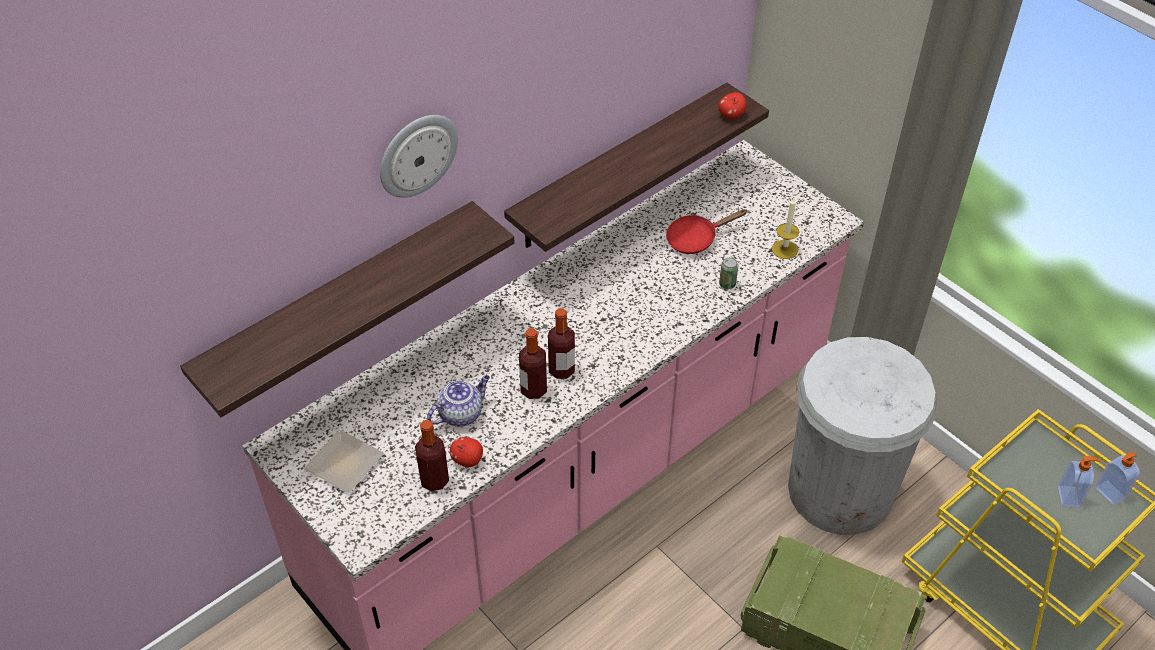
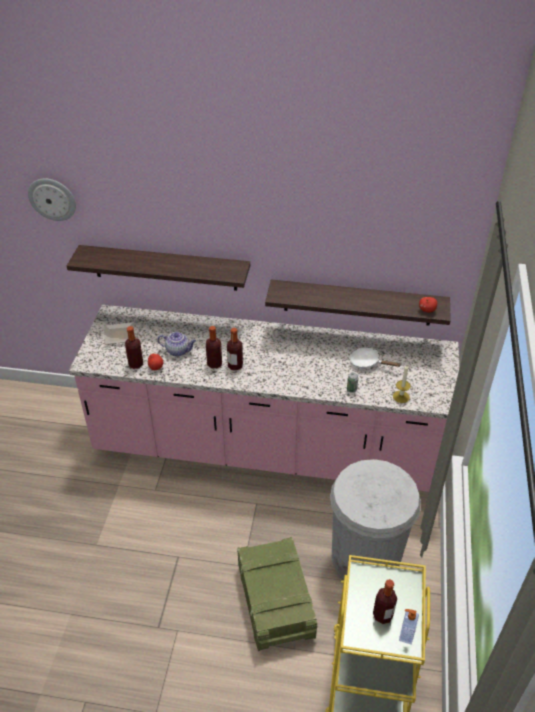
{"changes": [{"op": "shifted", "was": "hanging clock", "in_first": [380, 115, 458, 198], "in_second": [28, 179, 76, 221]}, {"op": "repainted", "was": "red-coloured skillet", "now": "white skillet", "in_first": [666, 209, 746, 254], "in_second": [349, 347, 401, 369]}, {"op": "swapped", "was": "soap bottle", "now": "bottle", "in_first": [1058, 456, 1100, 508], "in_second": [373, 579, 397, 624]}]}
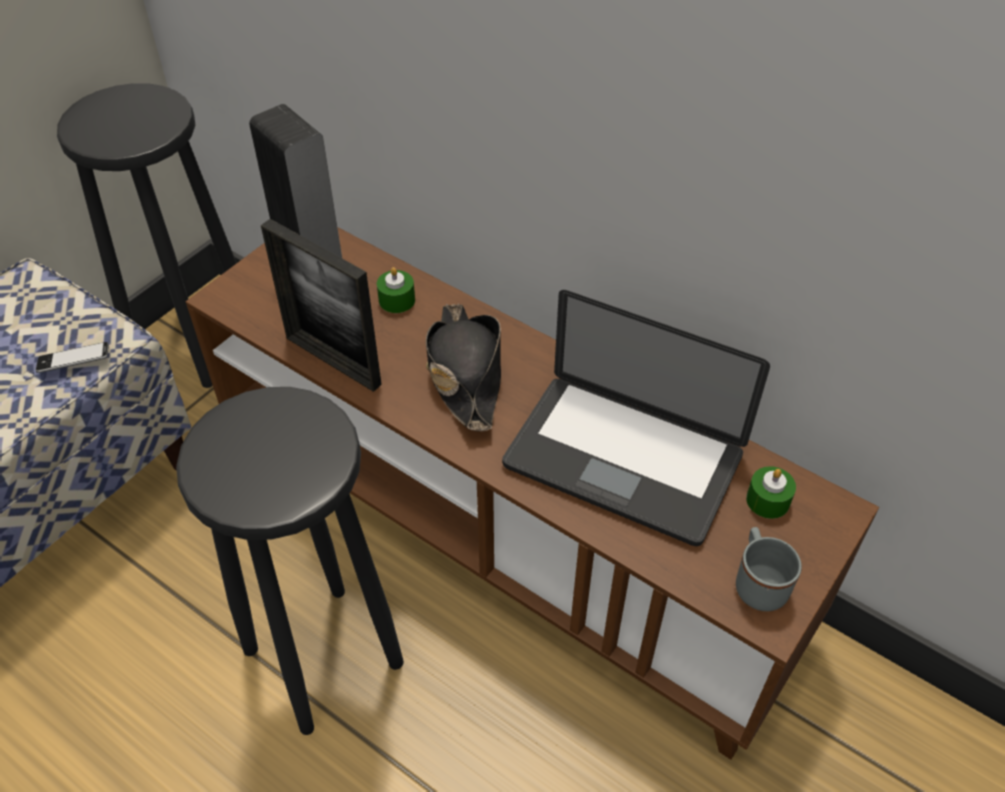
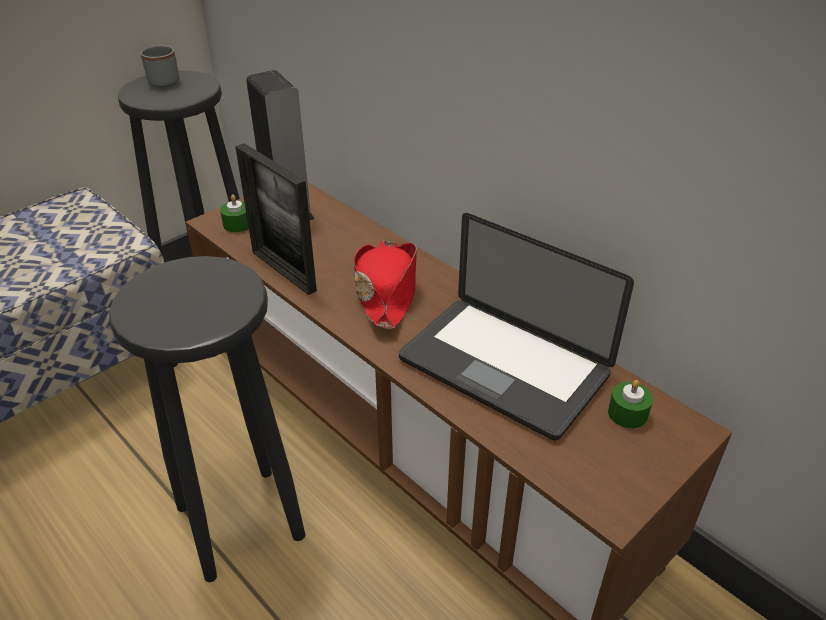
{"changes": [{"op": "shifted", "was": "greyish mug", "in_first": [736, 527, 802, 611], "in_second": [141, 46, 179, 88]}, {"op": "shifted", "was": "green wax candle", "in_first": [377, 267, 415, 313], "in_second": [220, 194, 249, 233]}, {"op": "repainted", "was": "blackish hat", "now": "red-coloured hat", "in_first": [426, 303, 501, 431], "in_second": [354, 240, 417, 329]}, {"op": "gone", "was": "phone", "in_first": [36, 342, 109, 373]}]}
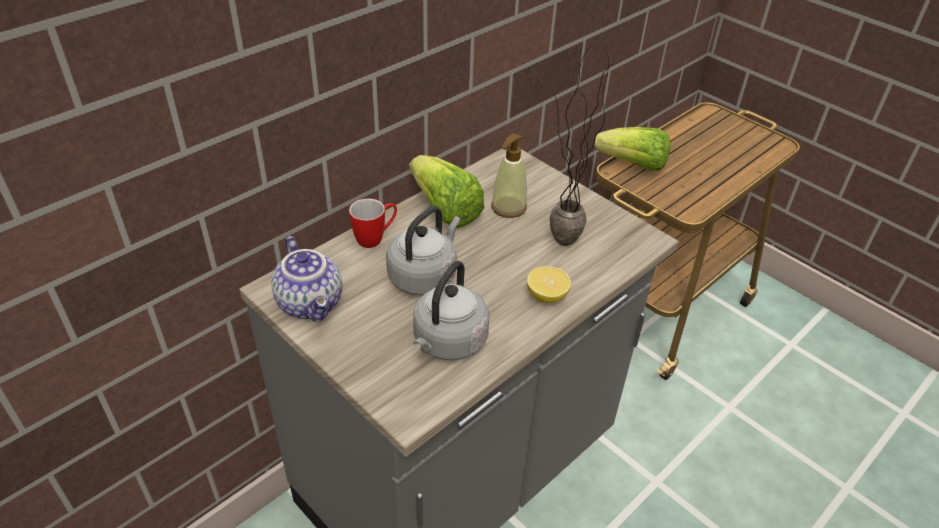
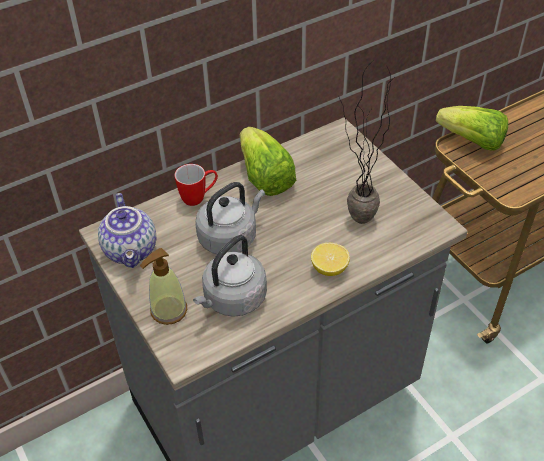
{"changes": [{"op": "shifted", "was": "soap bottle", "in_first": [491, 133, 527, 218], "in_second": [140, 248, 187, 325]}]}
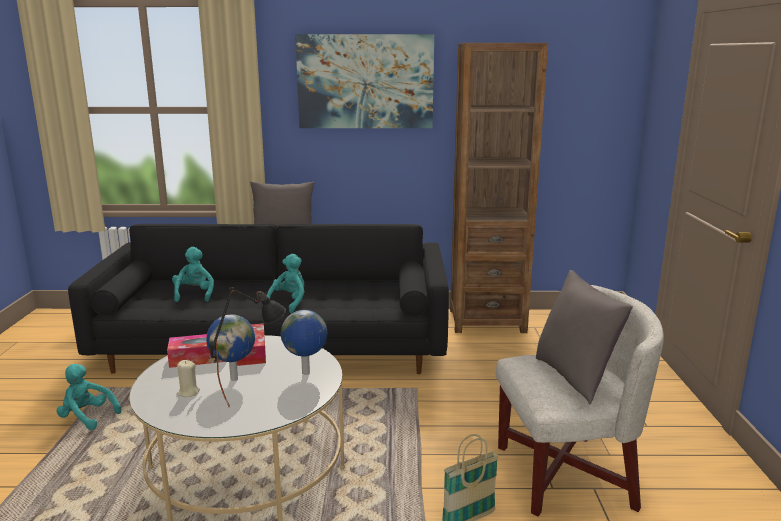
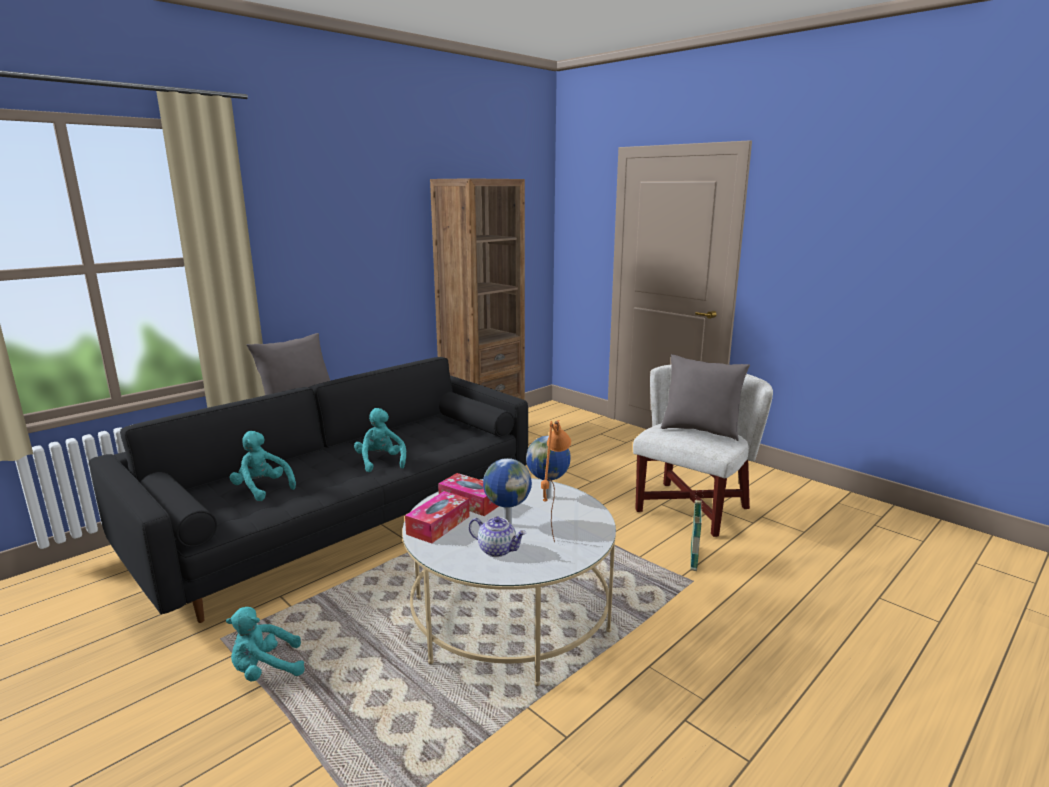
{"changes": [{"op": "swapped", "was": "beige-coloured wax candle", "now": "tea pot", "in_first": [176, 360, 200, 397], "in_second": [469, 516, 526, 557]}, {"op": "repainted", "was": "blackish tabletop lamp", "now": "orangey tabletop lamp", "in_first": [209, 287, 286, 407], "in_second": [541, 420, 571, 543]}, {"op": "gone", "was": "picture", "in_first": [295, 34, 434, 128]}]}
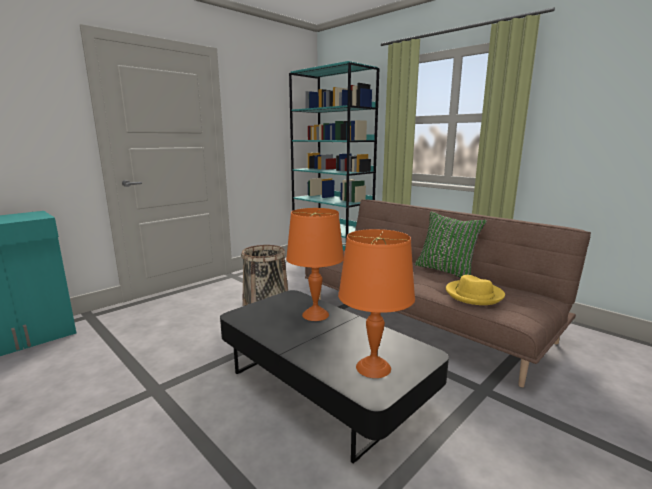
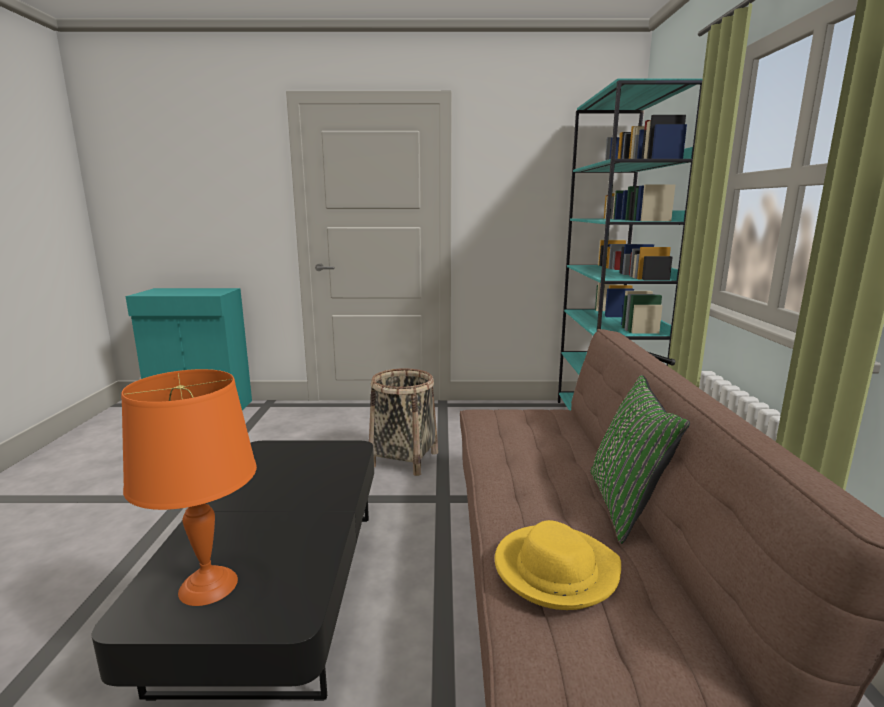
{"changes": [{"op": "gone", "was": "orangey tabletop lamp", "in_first": [286, 208, 344, 321]}]}
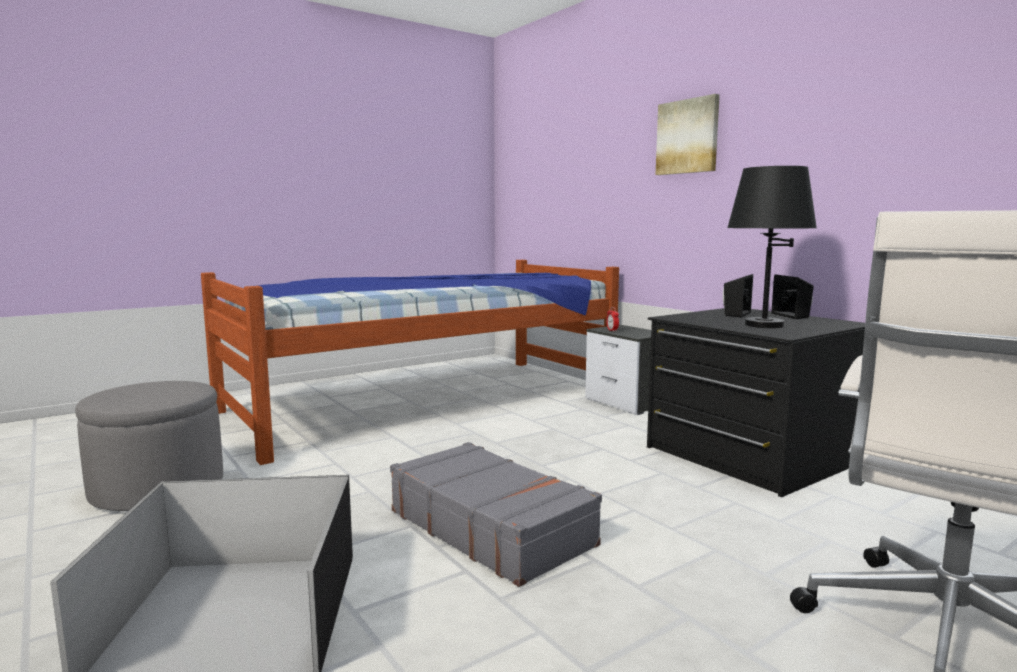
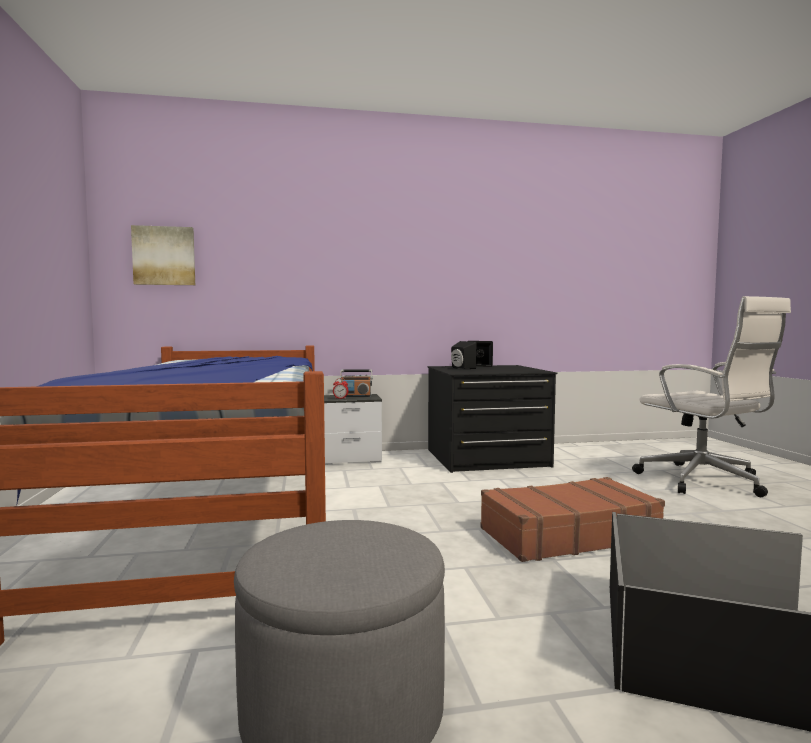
{"changes": [{"op": "shifted", "was": "picture", "in_first": [655, 94, 720, 175], "in_second": [131, 225, 195, 285]}, {"op": "new", "now": "radio receiver", "in_second": [340, 369, 372, 397]}, {"op": "repainted", "was": "greyish piece of luggage", "now": "brown piece of luggage", "in_first": [390, 442, 602, 587], "in_second": [481, 477, 665, 562]}, {"op": "gone", "was": "blackish tabletop lamp", "in_first": [727, 166, 817, 328]}]}
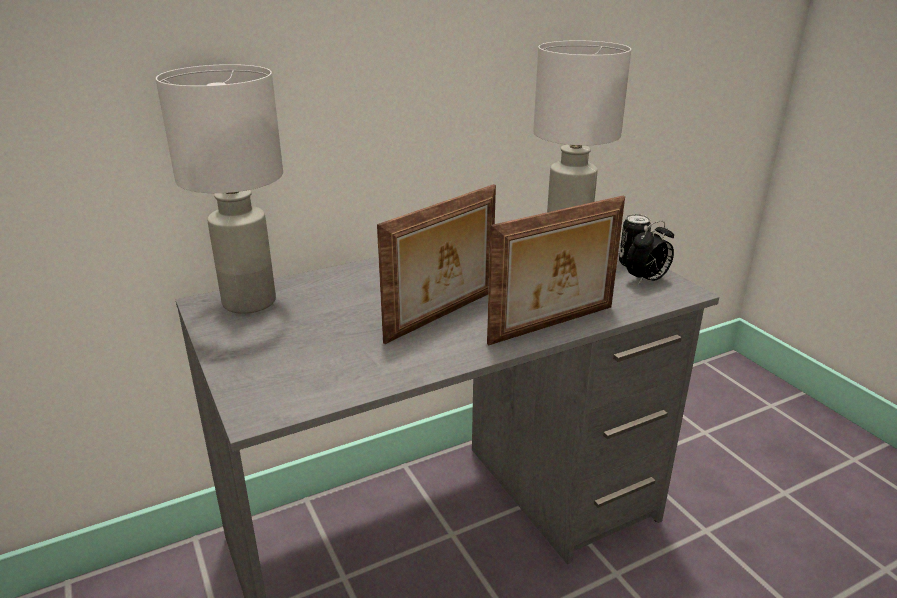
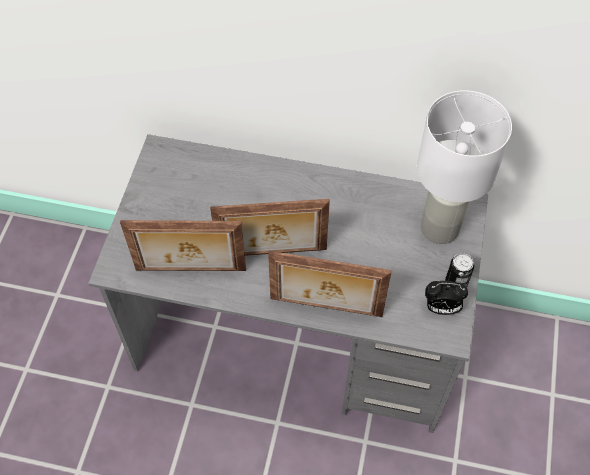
{"changes": [{"op": "new", "now": "standing frame", "in_second": [120, 220, 246, 271]}, {"op": "gone", "was": "white tabletop lamp", "in_first": [156, 64, 283, 314]}]}
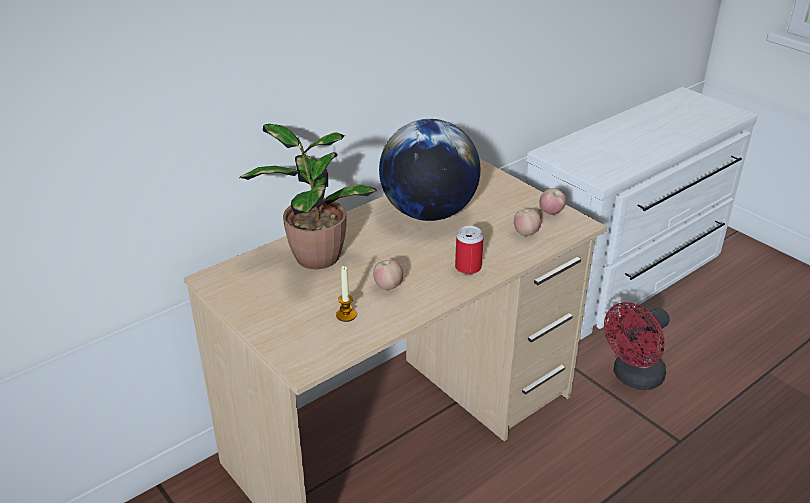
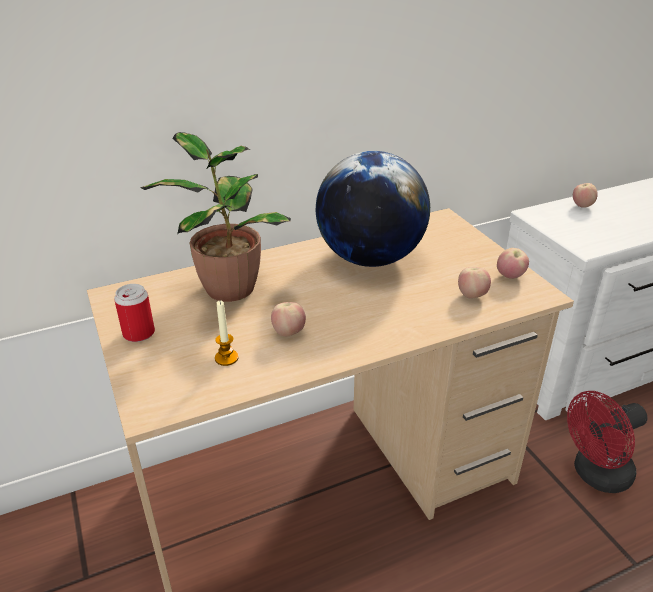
{"changes": [{"op": "shifted", "was": "sealed can", "in_first": [455, 226, 483, 274], "in_second": [114, 284, 155, 342]}, {"op": "new", "now": "apple fruit", "in_second": [573, 183, 598, 208]}]}
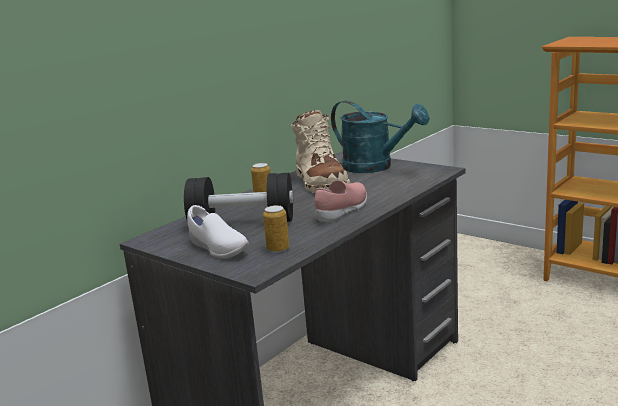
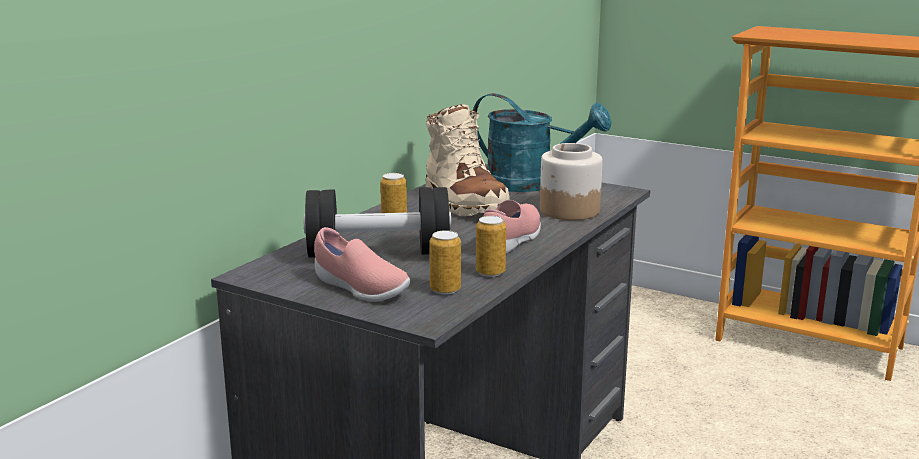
{"changes": [{"op": "repainted", "was": "white shoe", "now": "pink-coloured shoe", "in_first": [187, 205, 249, 259], "in_second": [314, 227, 410, 301]}, {"op": "new", "now": "sealed can", "in_second": [476, 216, 506, 277]}, {"op": "new", "now": "jar", "in_second": [540, 143, 603, 220]}]}
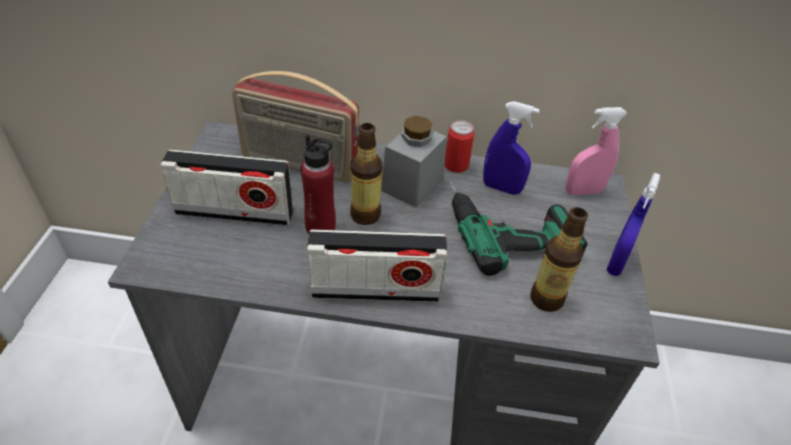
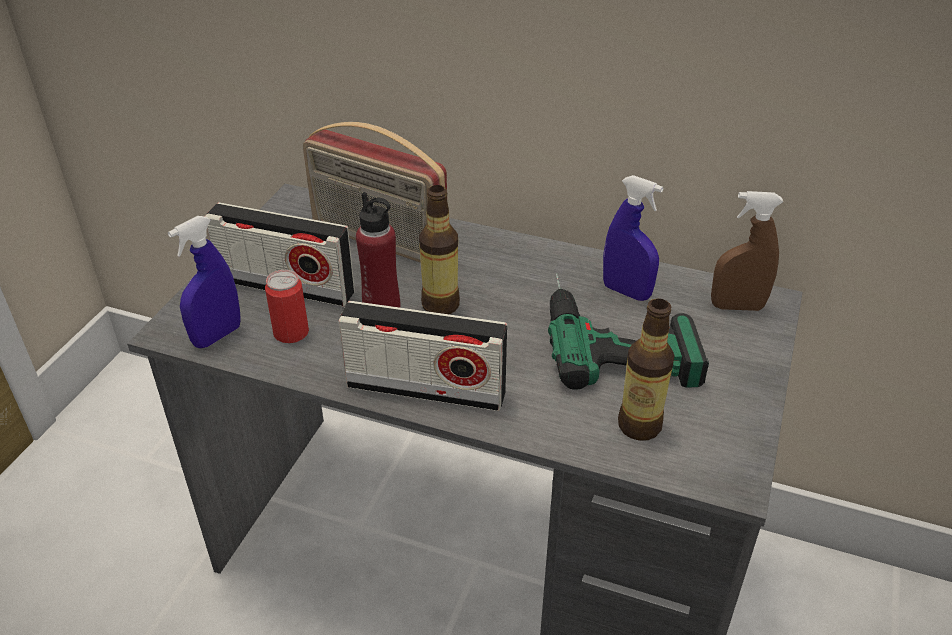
{"changes": [{"op": "shifted", "was": "bluish sprayer", "in_first": [606, 173, 661, 276], "in_second": [168, 216, 241, 348]}, {"op": "shifted", "was": "sealed can", "in_first": [445, 120, 475, 173], "in_second": [265, 270, 309, 343]}, {"op": "repainted", "was": "pink-coloured sprayer", "now": "brown sprayer", "in_first": [565, 107, 627, 195], "in_second": [711, 191, 783, 311]}, {"op": "gone", "was": "greyish jar", "in_first": [381, 116, 447, 208]}]}
